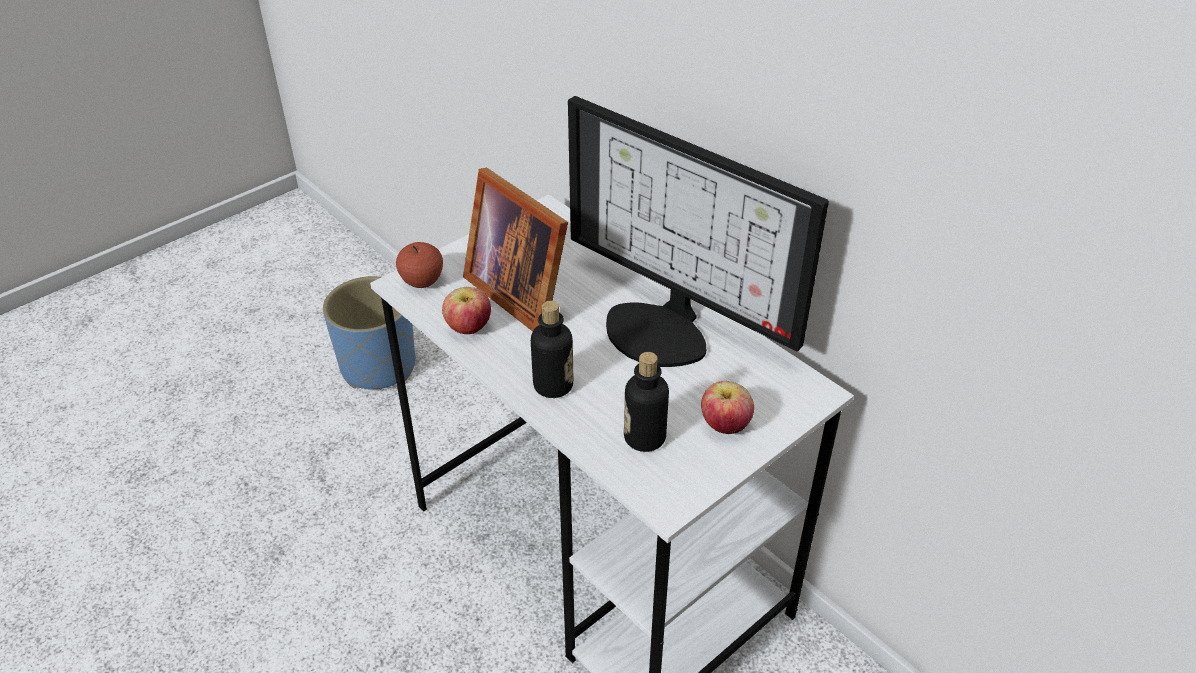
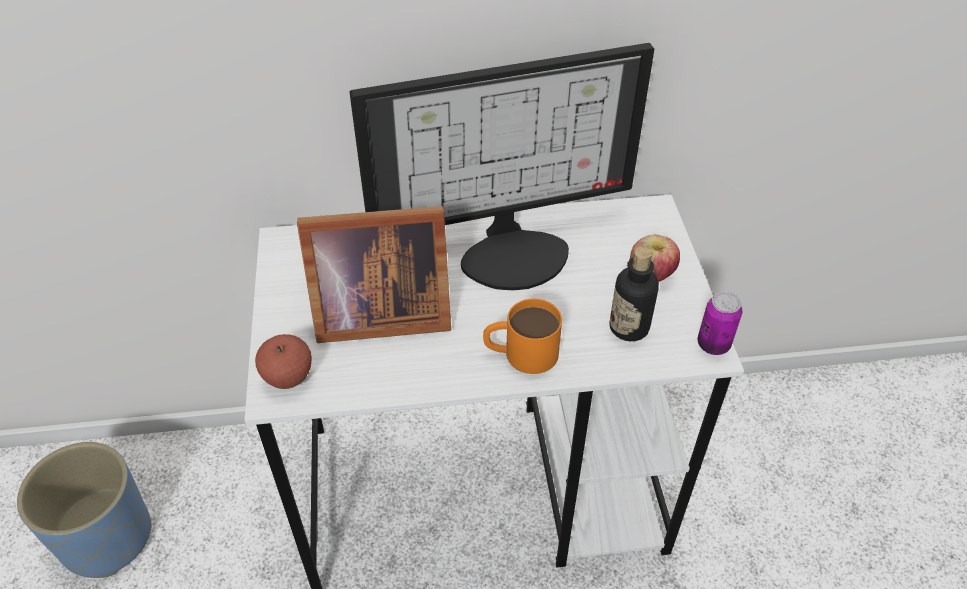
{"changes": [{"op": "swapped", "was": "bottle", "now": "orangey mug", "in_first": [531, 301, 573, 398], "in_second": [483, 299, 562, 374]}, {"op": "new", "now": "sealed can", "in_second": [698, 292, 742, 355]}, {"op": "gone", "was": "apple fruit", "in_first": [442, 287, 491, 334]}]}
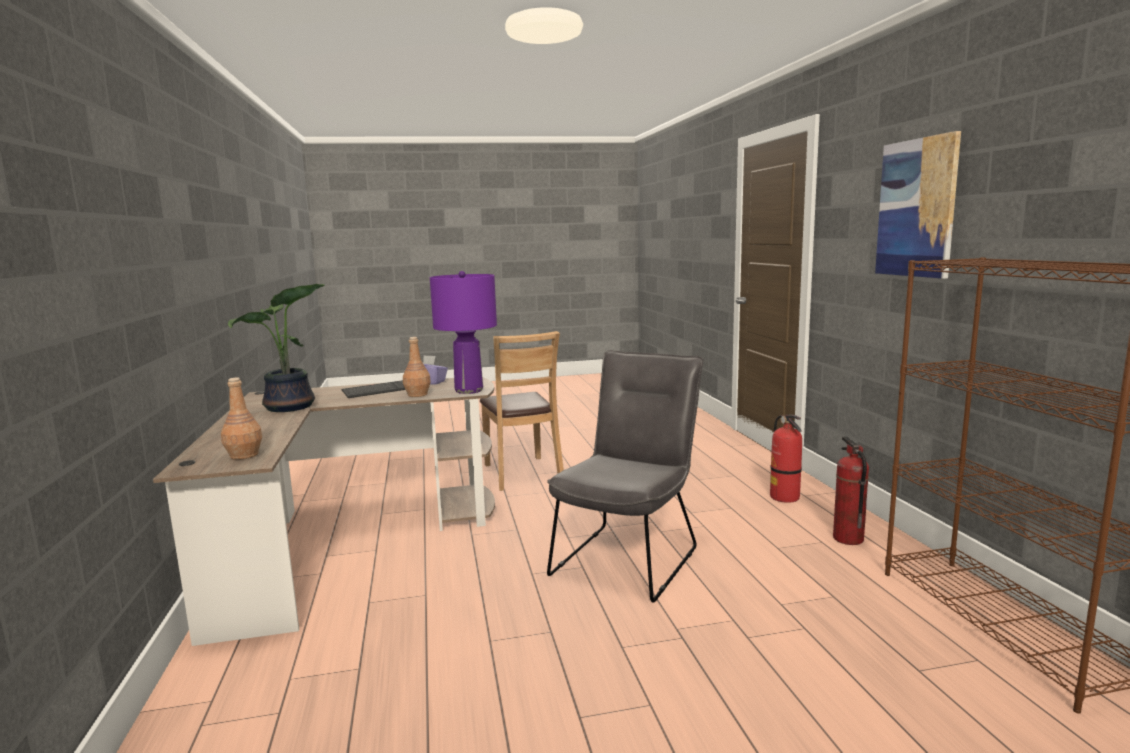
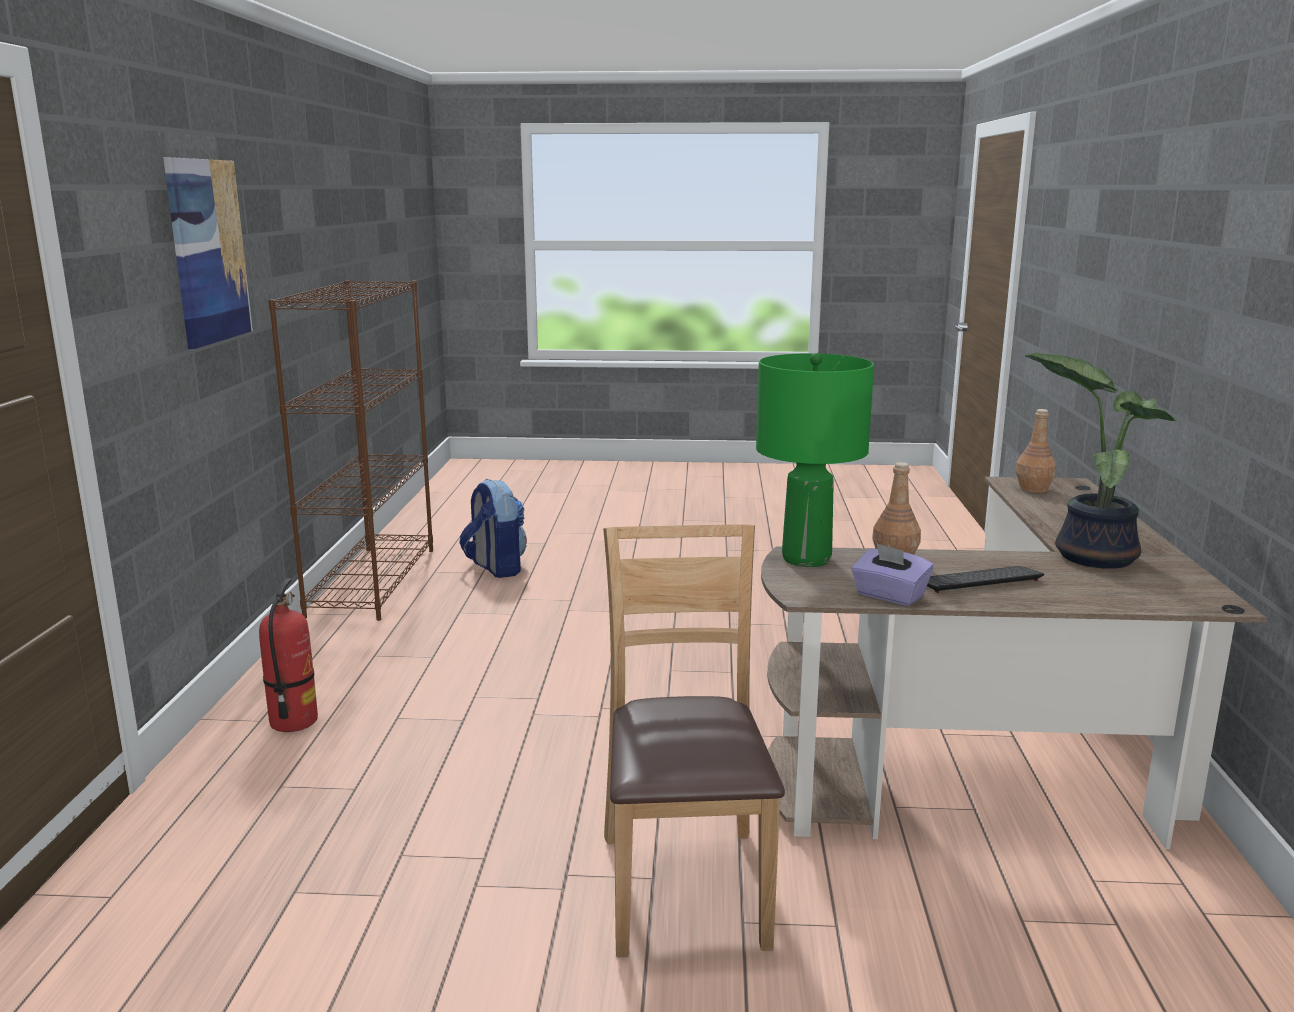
{"changes": [{"op": "new", "now": "knapsack", "in_second": [459, 479, 527, 578]}, {"op": "repainted", "was": "purplish tabletop lamp", "now": "green tabletop lamp", "in_first": [430, 271, 497, 394], "in_second": [756, 353, 874, 567]}, {"op": "gone", "was": "greyish chair", "in_first": [547, 350, 704, 603]}, {"op": "gone", "was": "fire extinguisher", "in_first": [833, 436, 869, 545]}]}
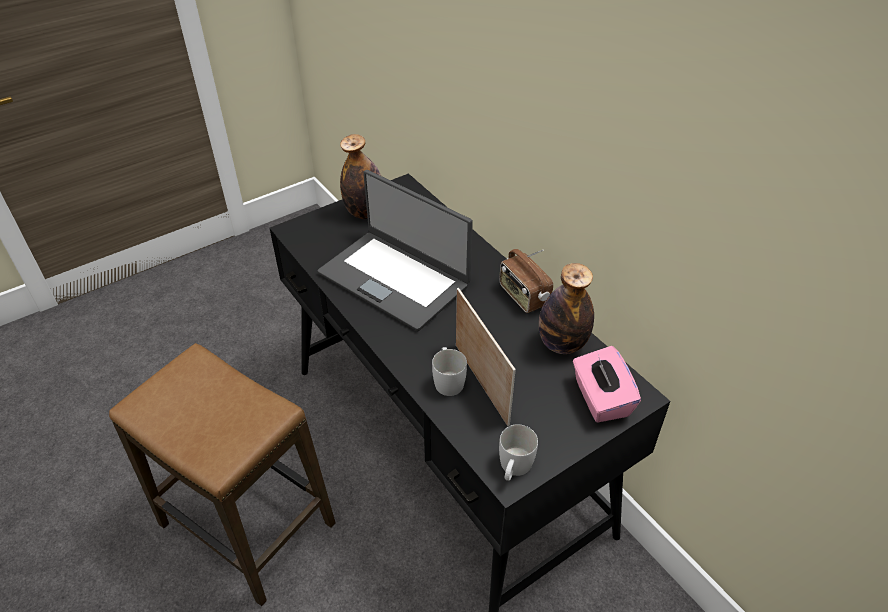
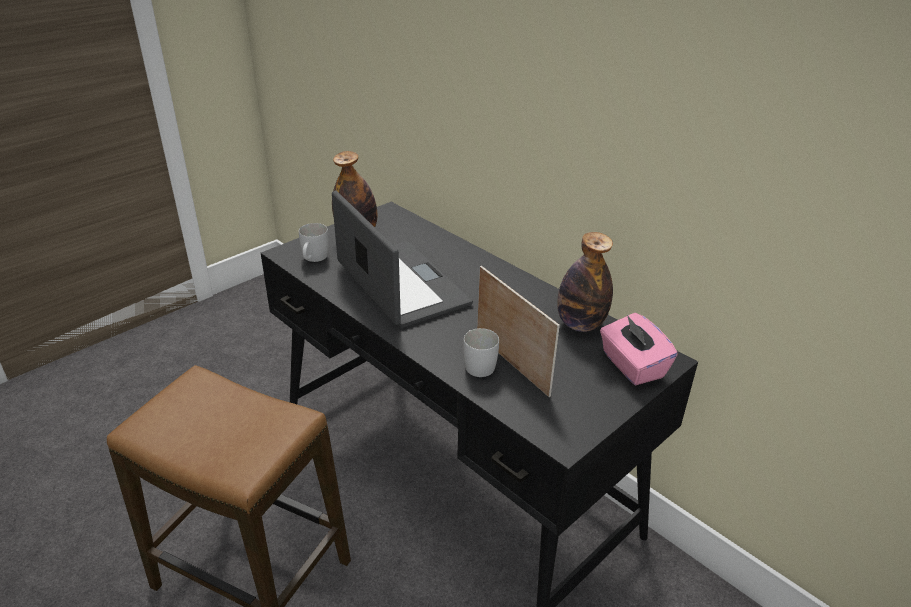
{"changes": [{"op": "shifted", "was": "white mug", "in_first": [499, 424, 538, 481], "in_second": [299, 223, 329, 262]}, {"op": "rotated", "was": "notebook computer", "in_first": [318, 170, 473, 331], "in_second": [332, 190, 473, 328], "clockwise": -150}, {"op": "gone", "was": "radio receiver", "in_first": [499, 249, 553, 313]}]}
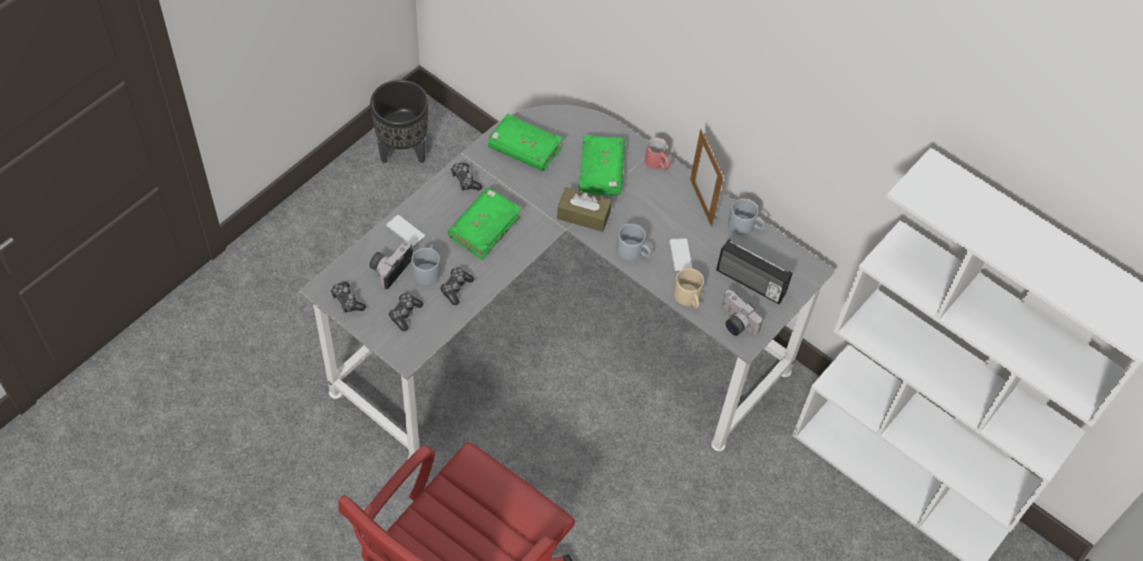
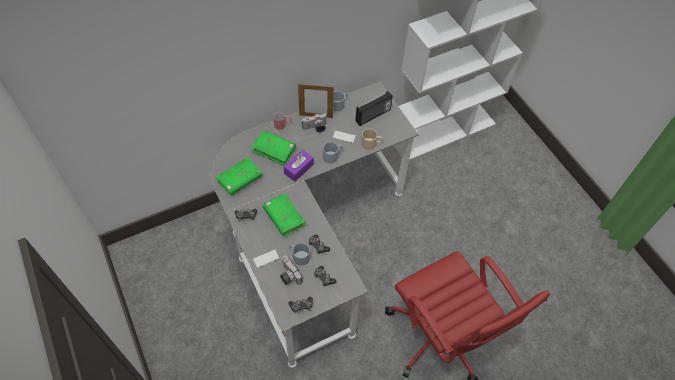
{"changes": [{"op": "repainted", "was": "brown tissue box", "now": "purplish tissue box", "in_first": [557, 187, 612, 232], "in_second": [284, 150, 314, 182]}, {"op": "shifted", "was": "still camera", "in_first": [722, 290, 763, 336], "in_second": [302, 113, 327, 132]}, {"op": "gone", "was": "blackish flower pot", "in_first": [370, 80, 428, 163]}]}
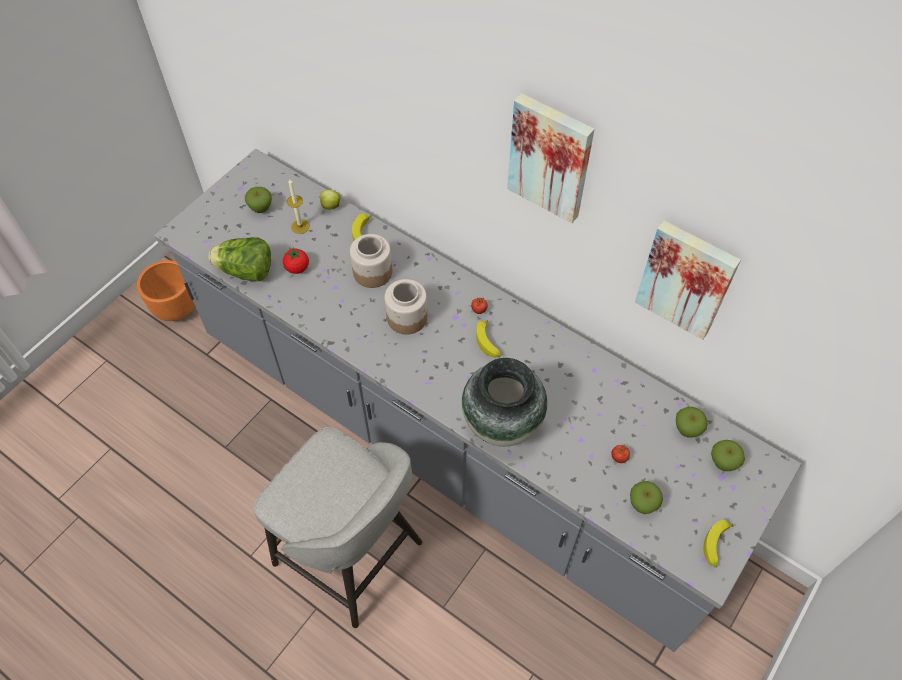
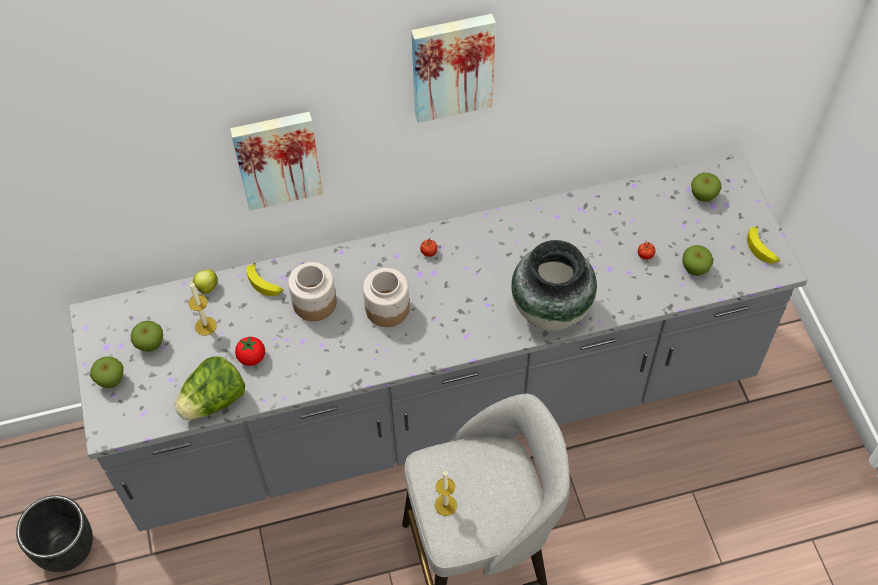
{"changes": [{"op": "repainted", "was": "orangey flower pot", "now": "blackish flower pot", "in_first": [137, 260, 195, 321], "in_second": [16, 495, 93, 572]}, {"op": "shifted", "was": "apple fruit", "in_first": [676, 407, 708, 438], "in_second": [90, 356, 124, 388]}, {"op": "shifted", "was": "picture", "in_first": [635, 220, 741, 340], "in_second": [230, 112, 323, 211]}, {"op": "new", "now": "wax candle", "in_second": [435, 470, 457, 516]}, {"op": "gone", "was": "banana fruit", "in_first": [476, 320, 502, 358]}]}
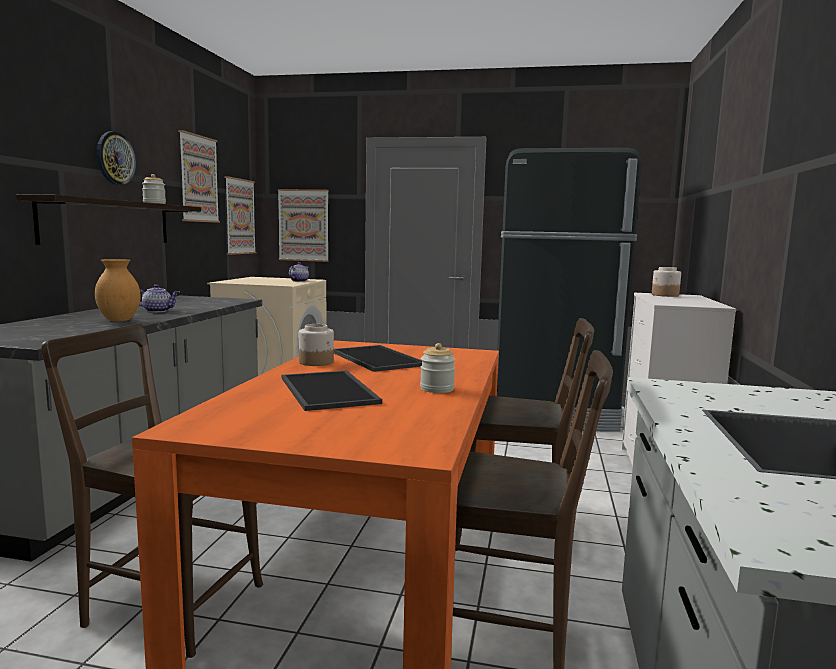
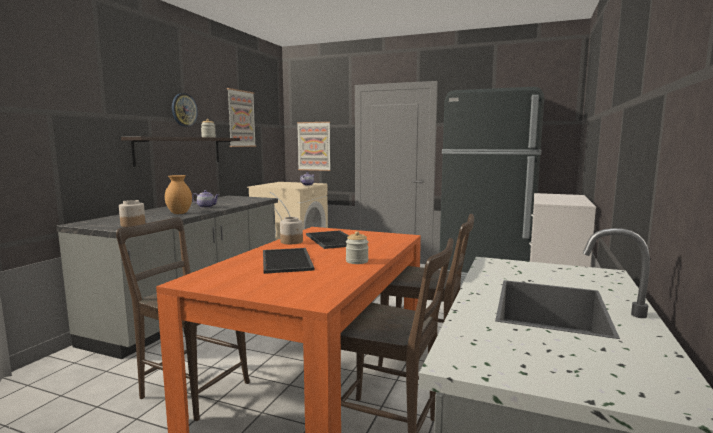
{"changes": [{"op": "shifted", "was": "jar", "in_first": [652, 267, 681, 297], "in_second": [119, 200, 145, 227]}, {"op": "gone", "was": "picture", "in_first": [224, 176, 257, 255]}]}
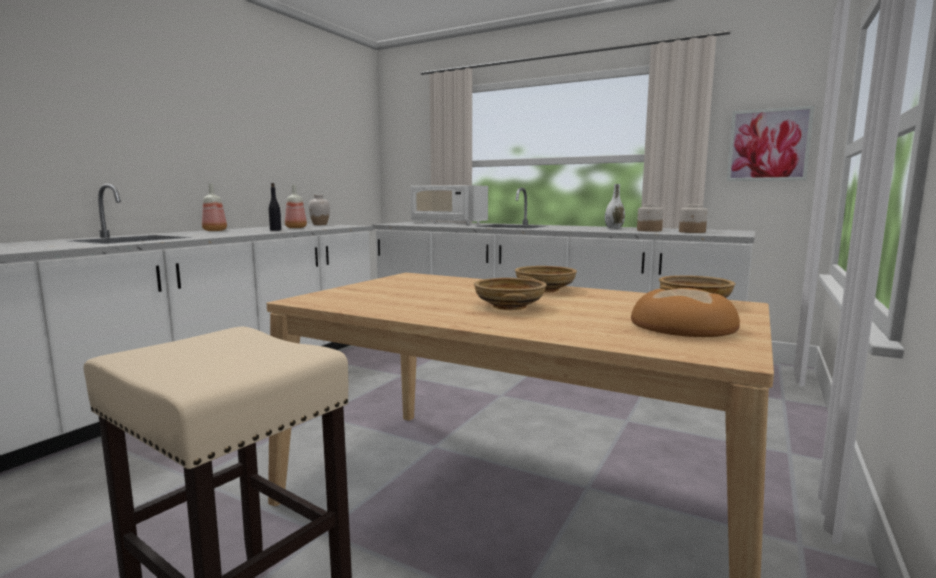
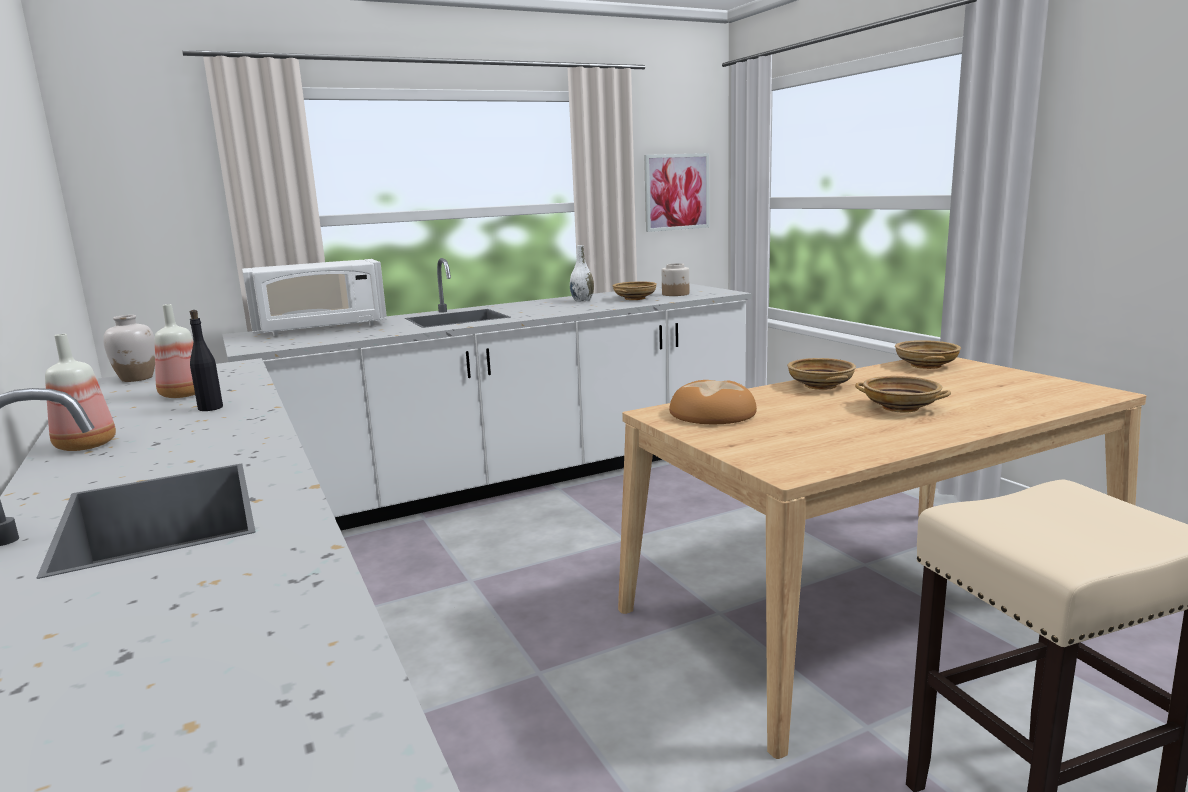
{"changes": [{"op": "swapped", "was": "jar", "now": "beige-coloured deep dish", "in_first": [637, 204, 663, 232], "in_second": [612, 281, 657, 300]}, {"op": "shifted", "was": "bakery bread", "in_first": [631, 288, 740, 337], "in_second": [669, 380, 757, 424]}]}
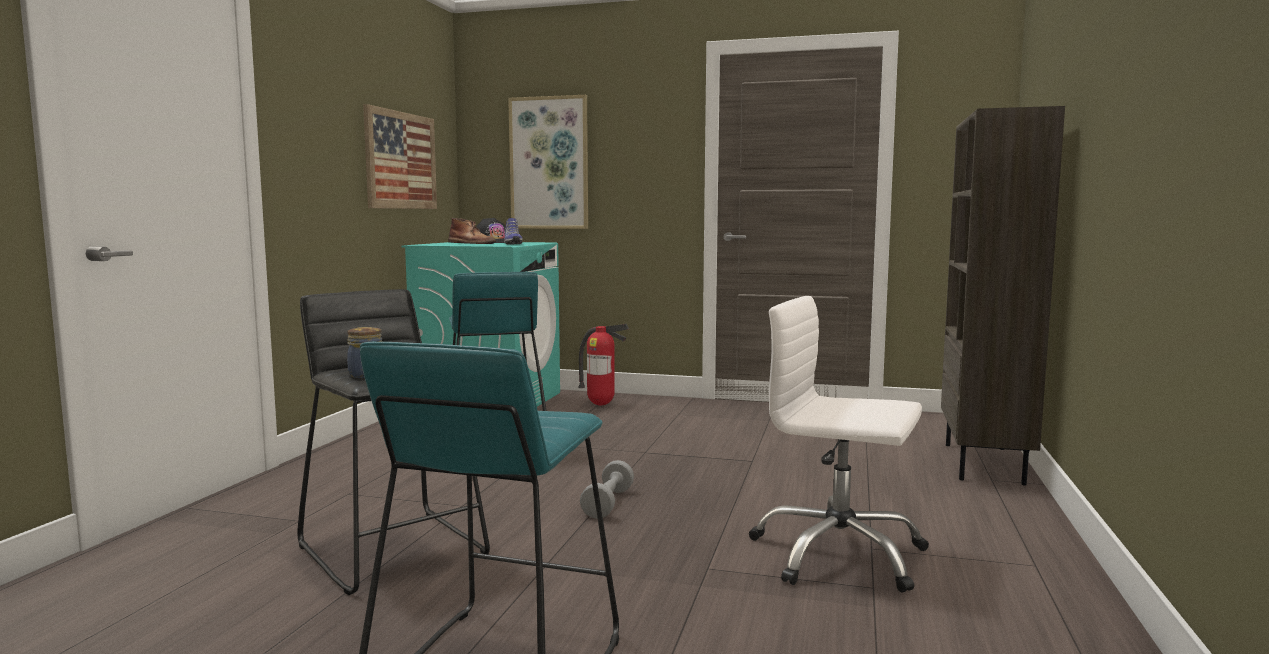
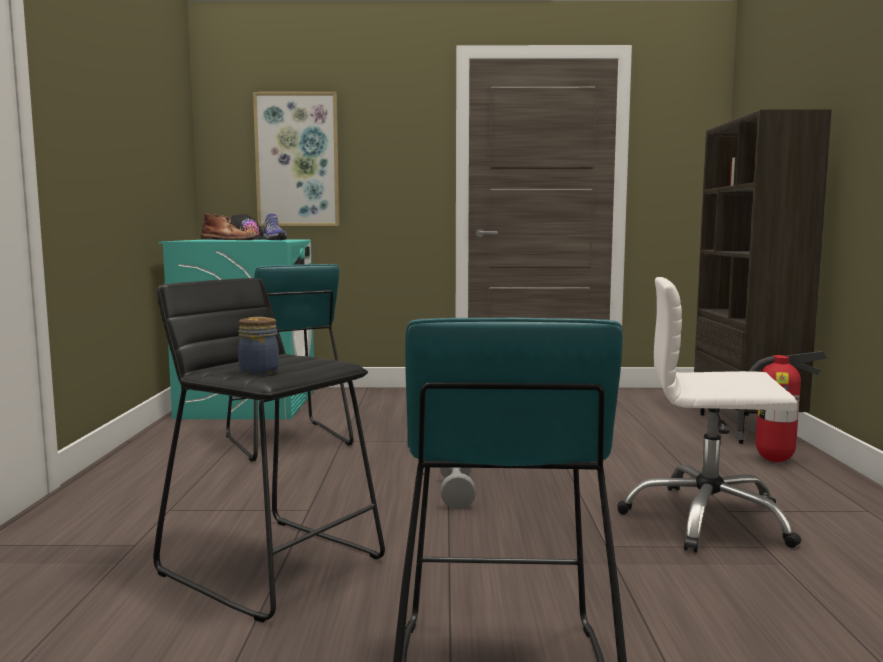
{"changes": [{"op": "shifted", "was": "fire extinguisher", "in_first": [578, 324, 629, 406], "in_second": [736, 351, 827, 462]}, {"op": "gone", "was": "picture", "in_first": [363, 104, 437, 209]}]}
